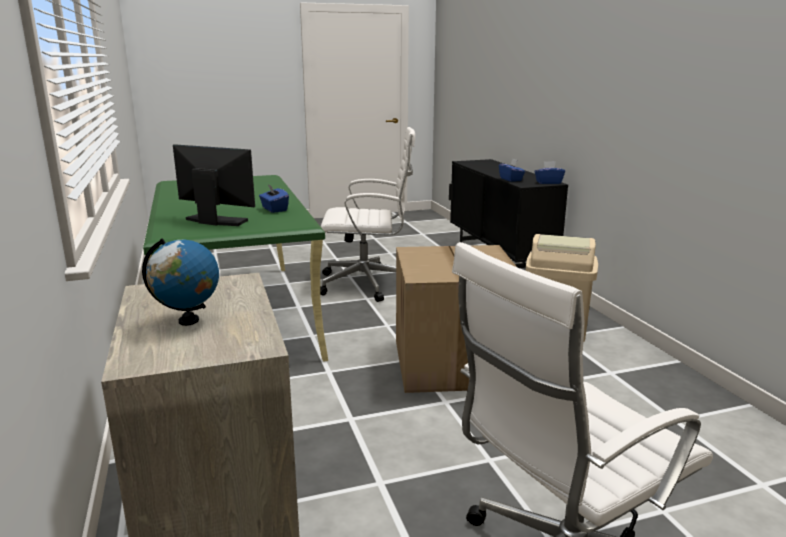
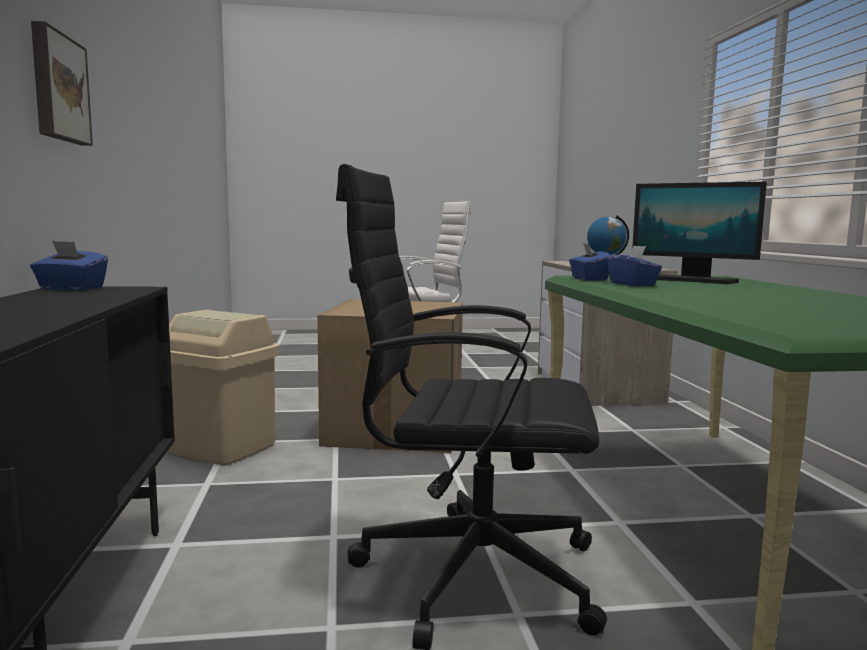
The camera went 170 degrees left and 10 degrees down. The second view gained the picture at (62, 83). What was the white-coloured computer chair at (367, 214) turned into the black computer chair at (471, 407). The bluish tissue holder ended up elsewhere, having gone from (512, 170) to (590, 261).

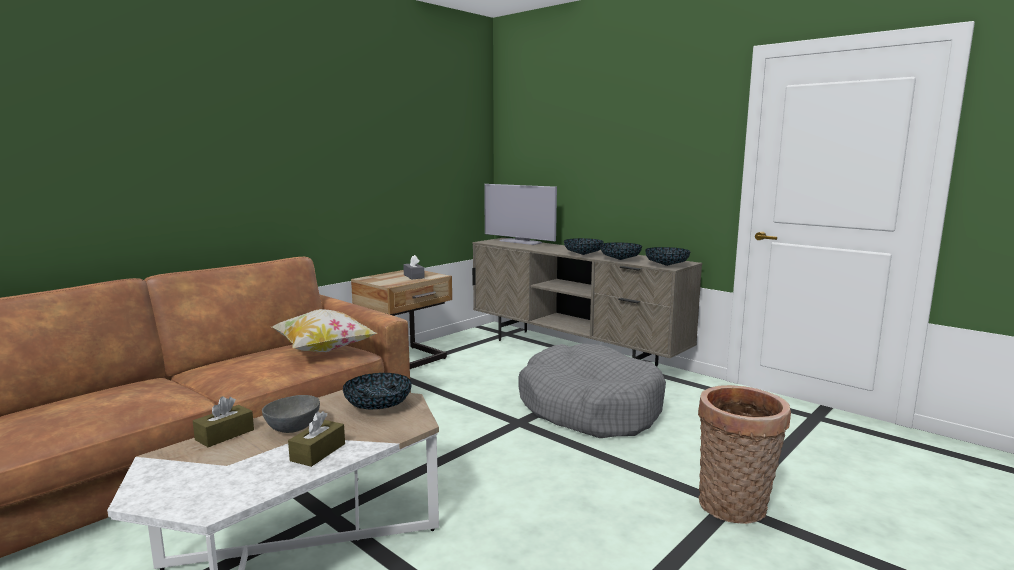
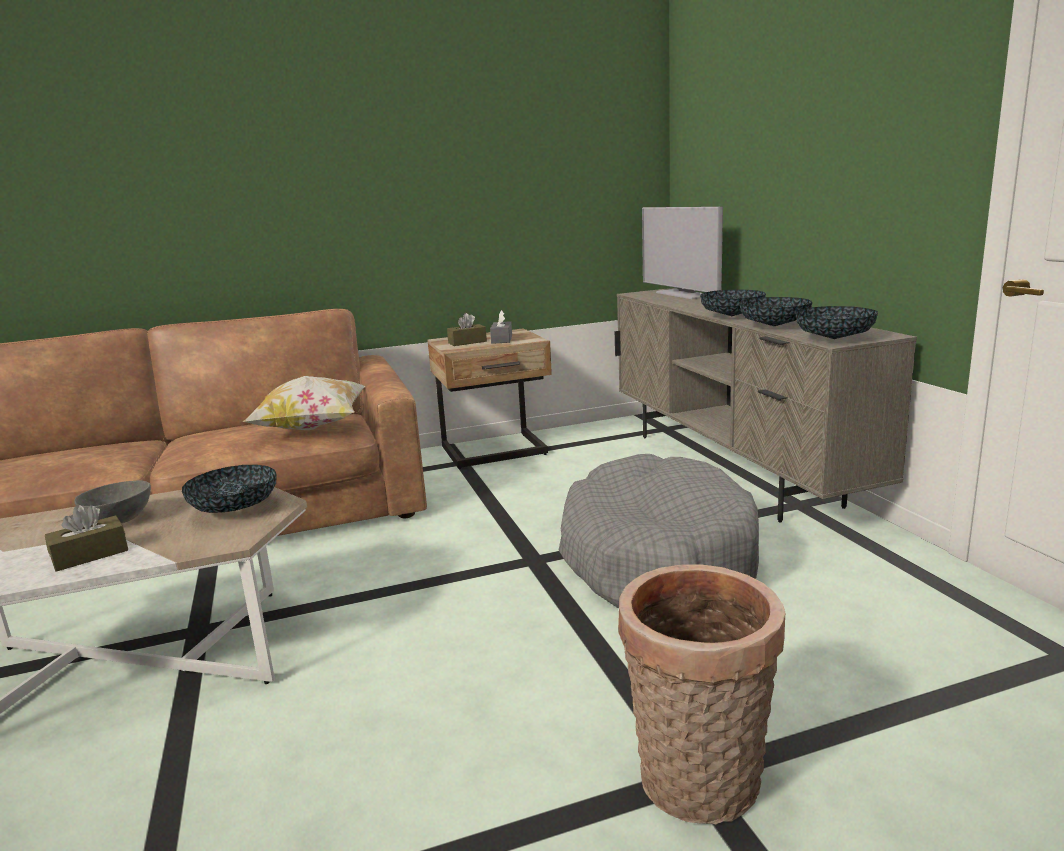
The camera went 30 degrees right and 5 degrees up. The brown tissue holder ended up elsewhere, having gone from (223, 421) to (467, 329).

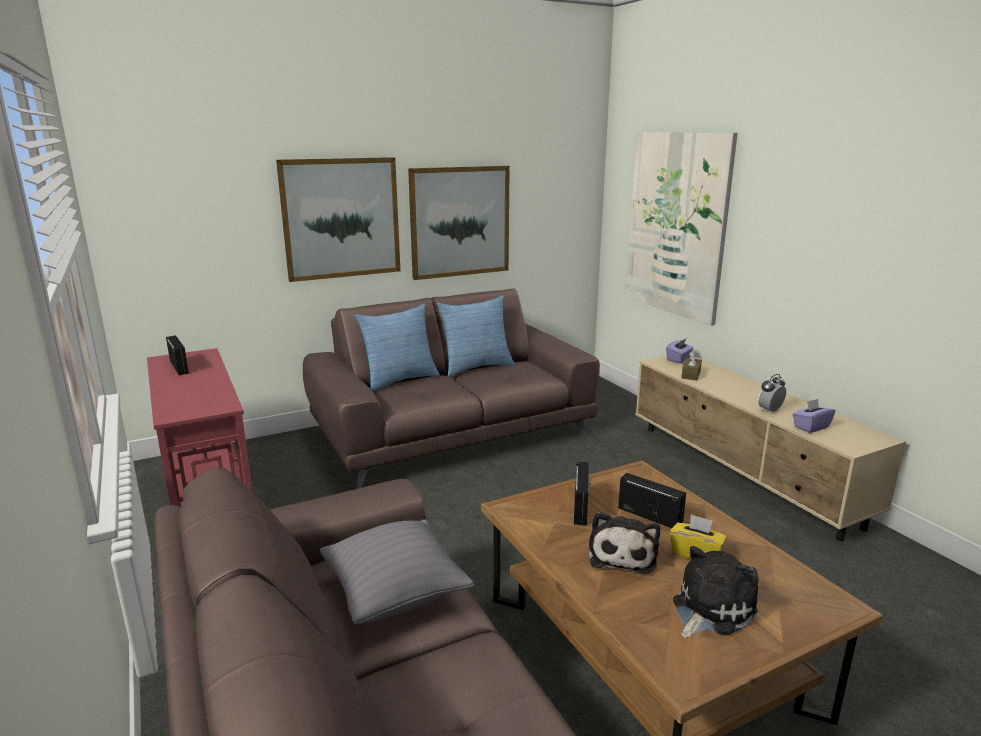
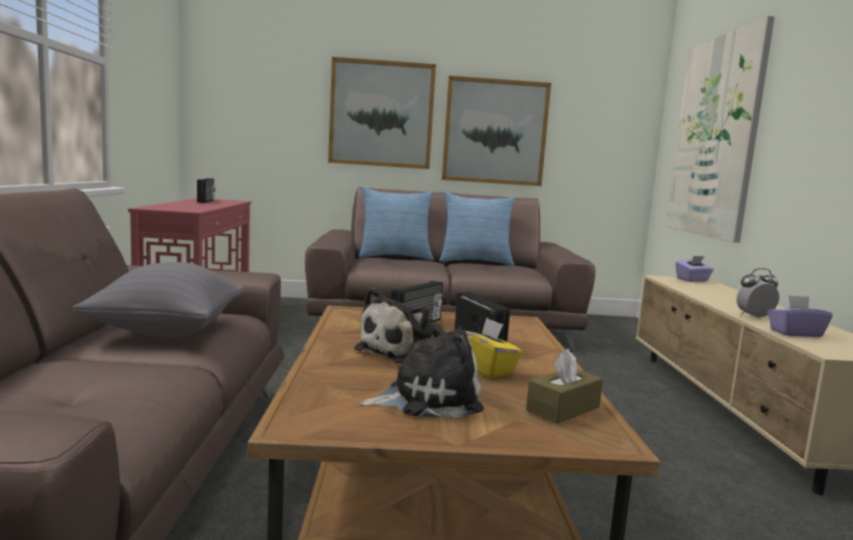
The camera went 25 degrees right and 10 degrees down. The brown tissue holder ended up elsewhere, having gone from (691, 365) to (564, 386).

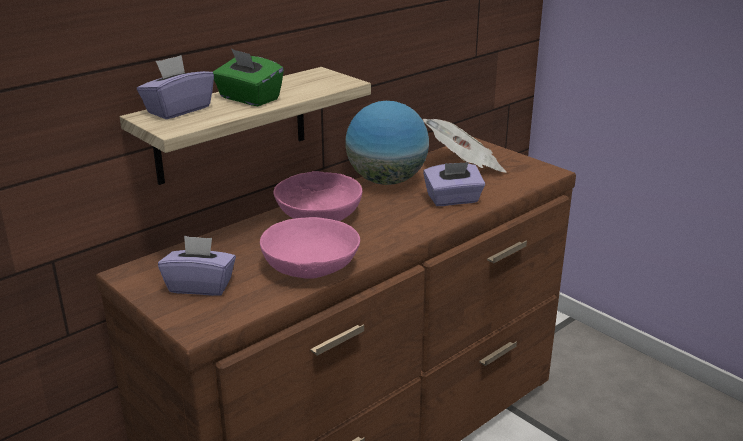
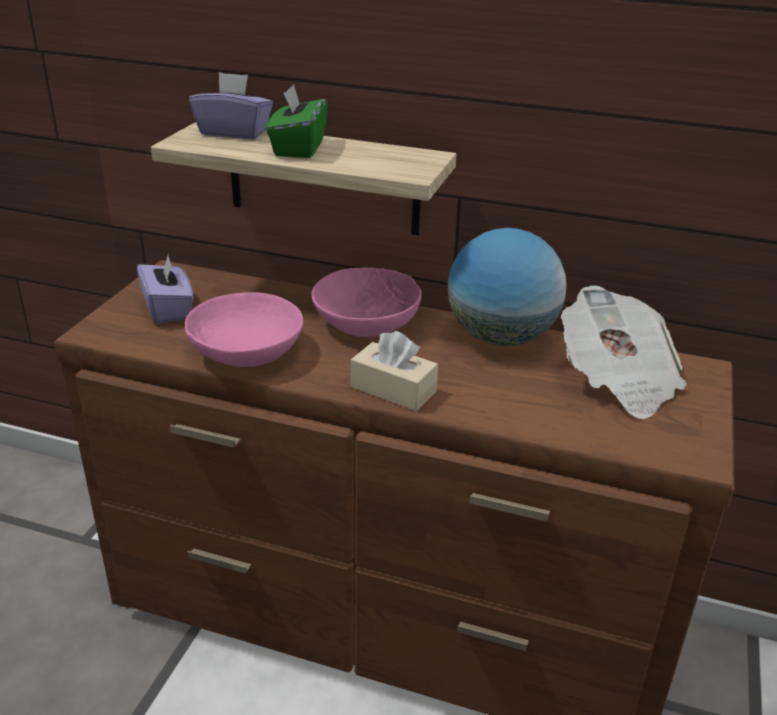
The camera went 60 degrees right and 5 degrees up. The second view gained the sand-coloured tissue holder at (394, 371). The second view lost the purplish tissue holder at (454, 184).

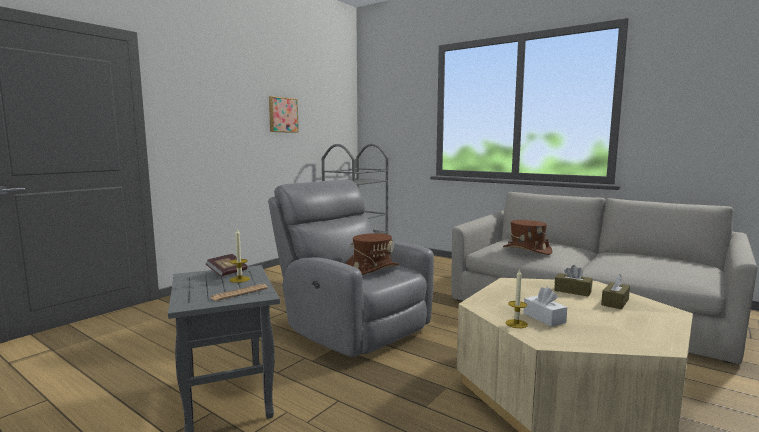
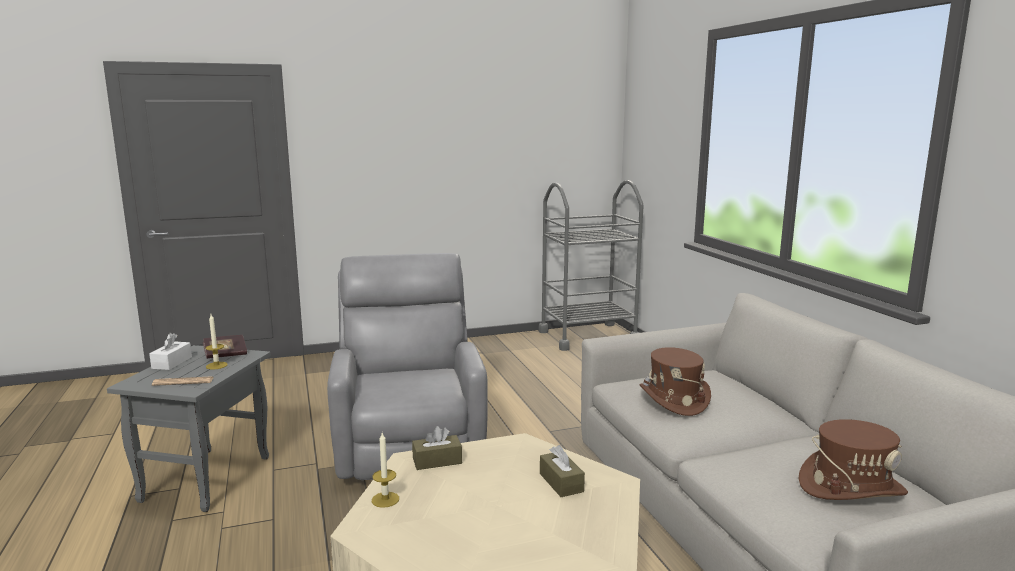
The camera went 35 degrees right and 5 degrees up. The white-coloured tissue holder ended up elsewhere, having gone from (545, 307) to (170, 351). The brown tissue holder ended up elsewhere, having gone from (615, 291) to (437, 448). The brown clothing hat ended up elsewhere, having gone from (372, 254) to (853, 459). The second view lost the picture at (284, 114).

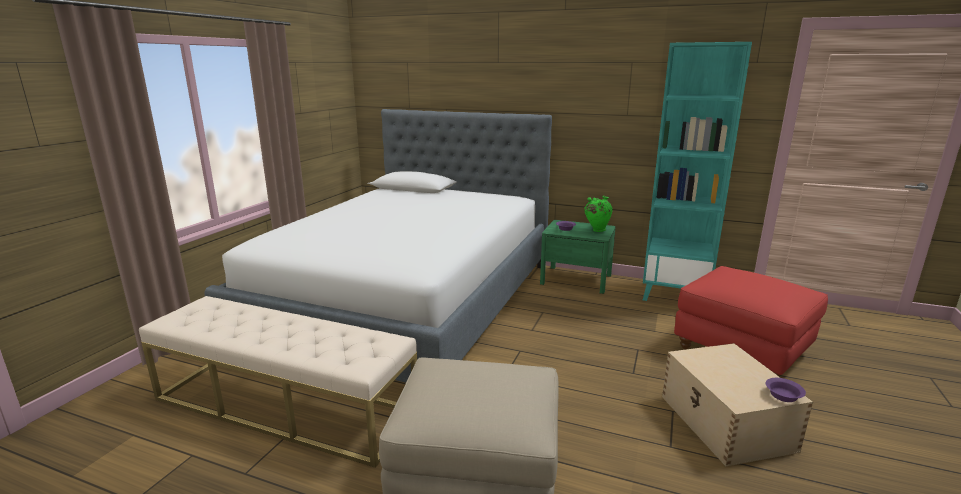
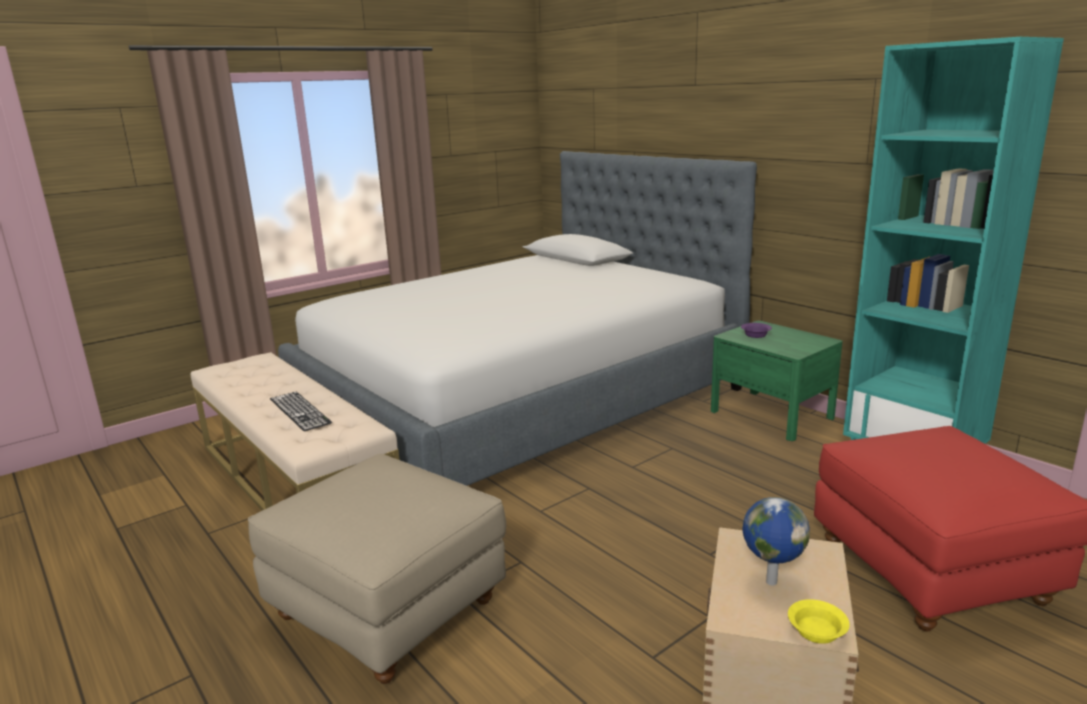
The camera went 30 degrees right and 0 degrees up. The second view gained the keyboard at (301, 411). The second view gained the desk globe at (776, 541). What was the purplish bowl at (786, 390) turned into the yellow-coloured bowl at (819, 621). The second view lost the greenish decorative vase at (598, 214).

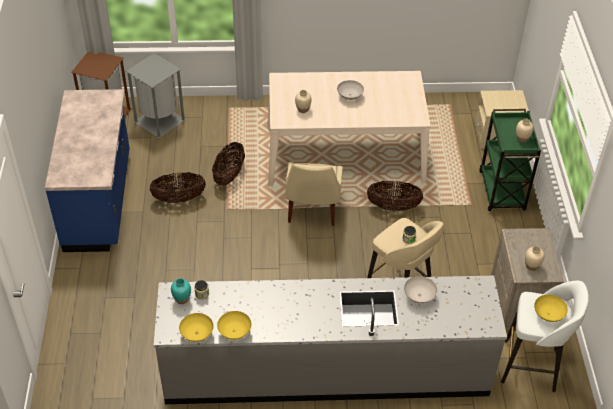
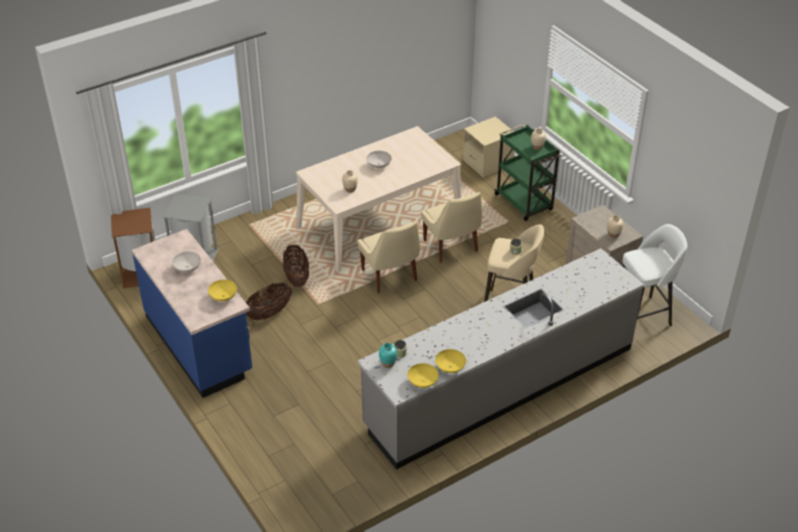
The camera went 30 degrees left and 5 degrees down. The white-coloured bowl ended up elsewhere, having gone from (420, 289) to (186, 262). The yellow-coloured bowl ended up elsewhere, having gone from (551, 308) to (222, 290). Where the basket stood at (395, 196), the sand-coloured chair came to stand at (451, 227).

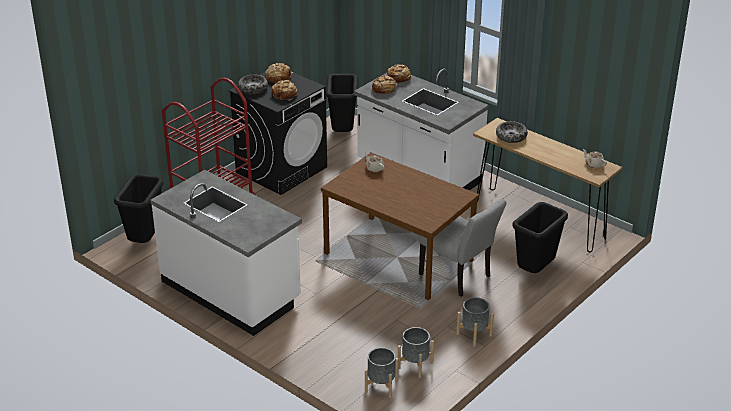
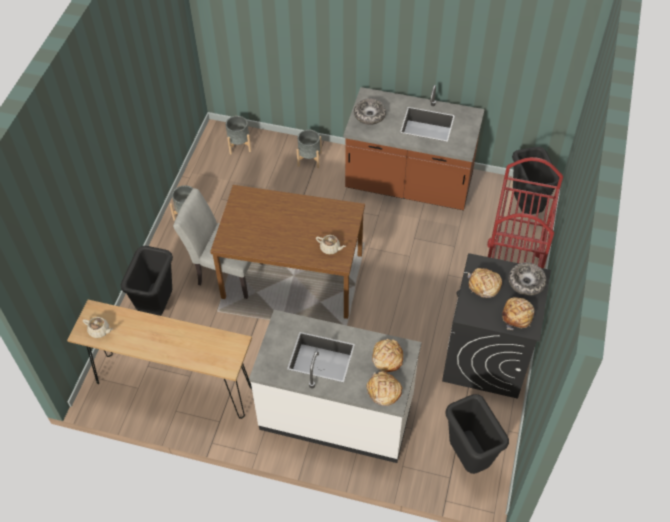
The camera went 155 degrees right and 20 degrees up. The gray flower pot ended up elsewhere, having gone from (416, 352) to (309, 149). What was the white-coloured counter at (226, 253) turned into the brown counter at (414, 148). The bowl ended up elsewhere, having gone from (512, 132) to (370, 111).

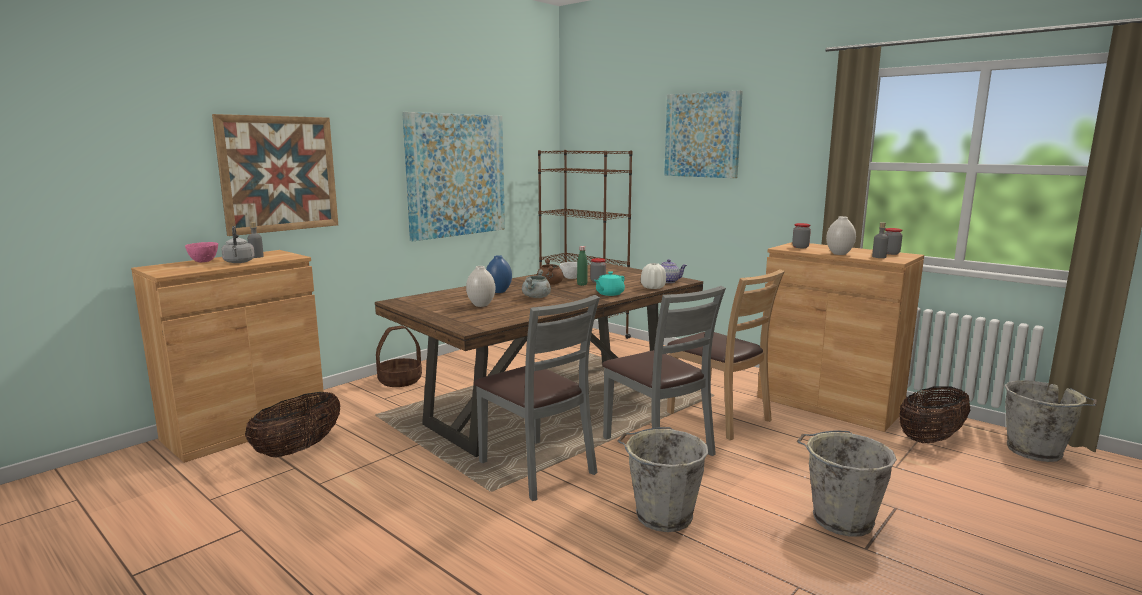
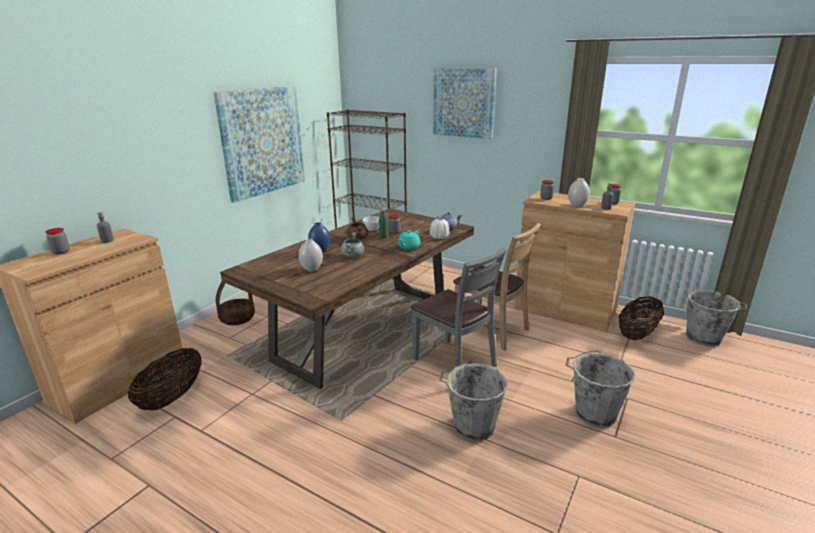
The camera went 10 degrees left and 10 degrees up. Where the pink bowl stood at (201, 252), the storage jar came to stand at (57, 241). The second view lost the picture at (275, 175). The second view lost the gray tea kettle at (238, 244). The second view lost the gray chair at (537, 398).

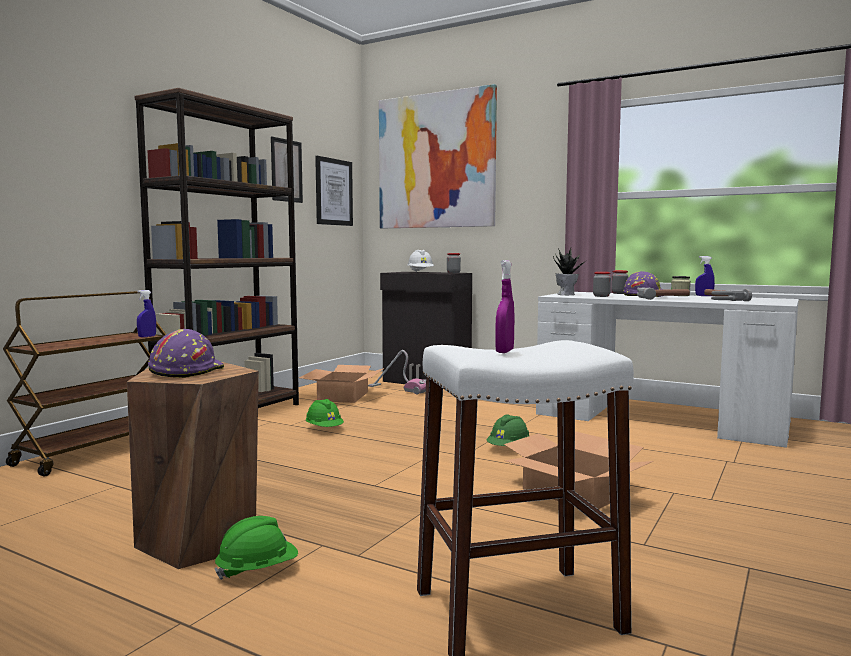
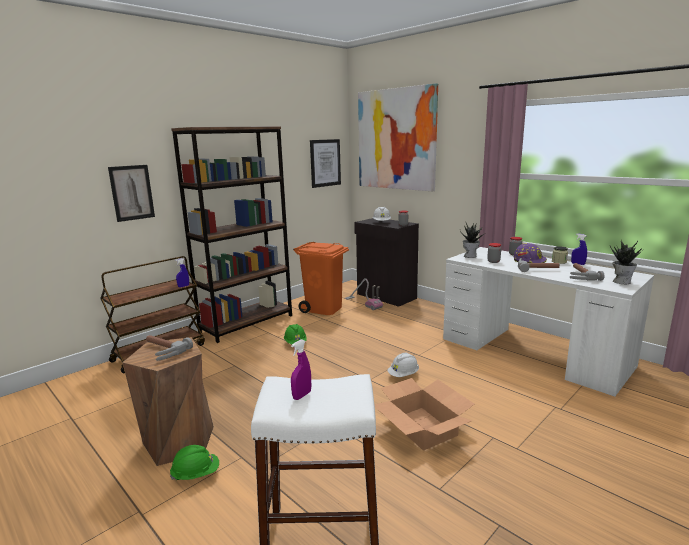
The camera went 15 degrees right and 10 degrees up. The picture ended up elsewhere, having gone from (287, 170) to (131, 193). Where the purplish safety helmet stood at (186, 353), the hand hammer came to stand at (169, 348). Where the carton stood at (341, 384), the orange waste bin came to stand at (321, 278). What was the greenish safety helmet at (507, 430) turned into the white-coloured safety helmet at (403, 365). The second view gained the houseplant at (626, 262).

